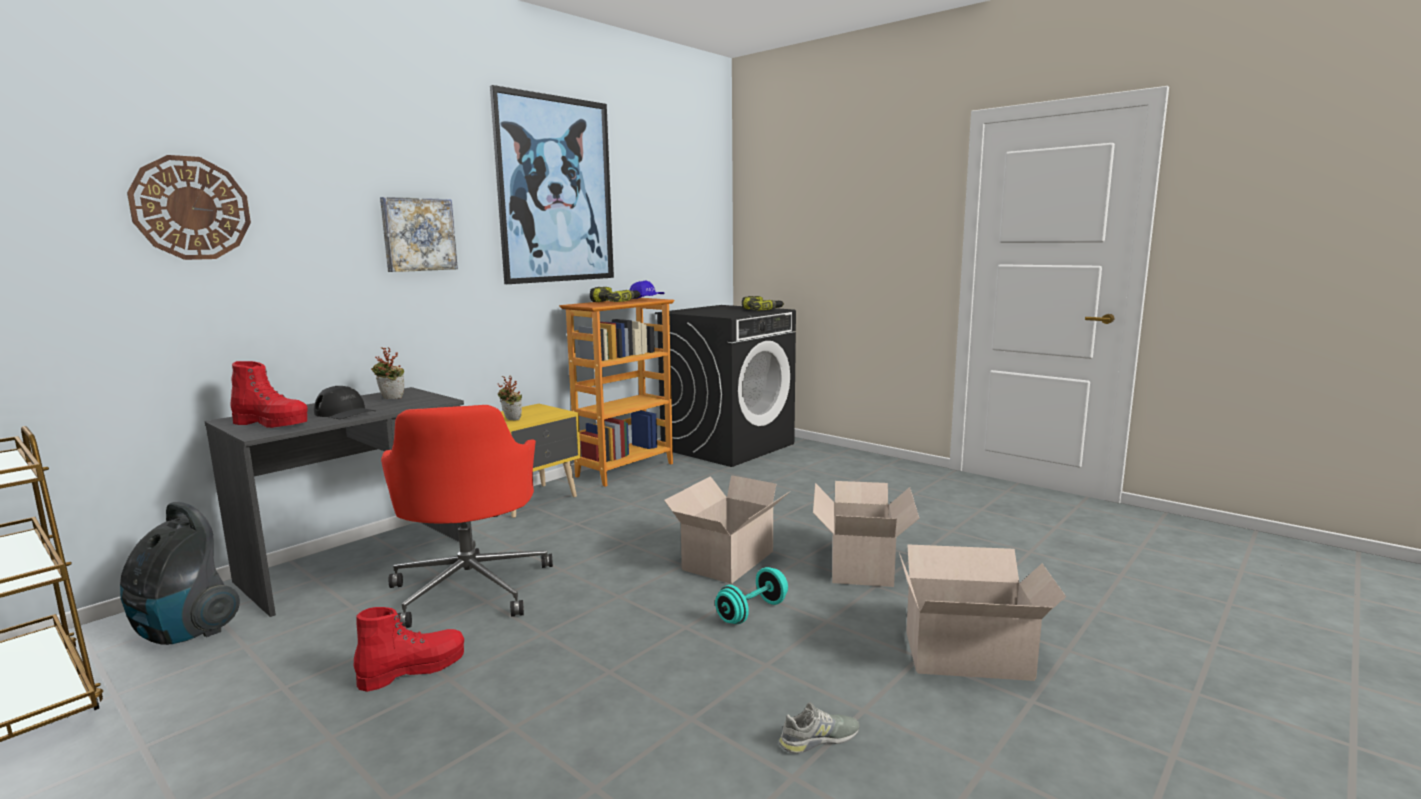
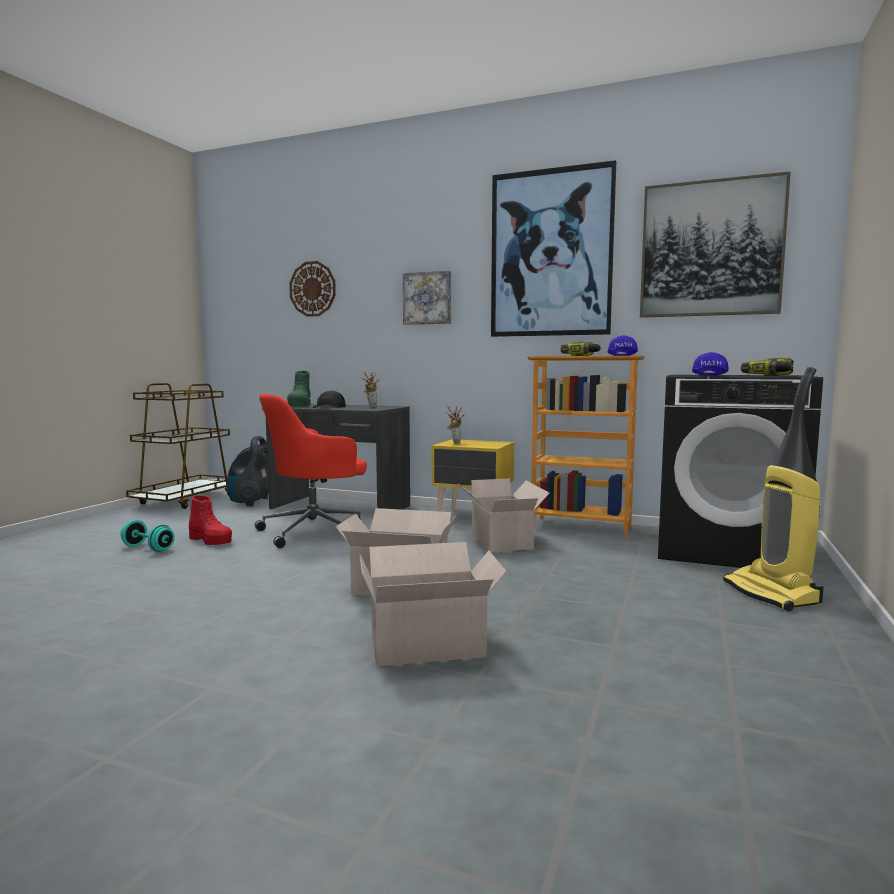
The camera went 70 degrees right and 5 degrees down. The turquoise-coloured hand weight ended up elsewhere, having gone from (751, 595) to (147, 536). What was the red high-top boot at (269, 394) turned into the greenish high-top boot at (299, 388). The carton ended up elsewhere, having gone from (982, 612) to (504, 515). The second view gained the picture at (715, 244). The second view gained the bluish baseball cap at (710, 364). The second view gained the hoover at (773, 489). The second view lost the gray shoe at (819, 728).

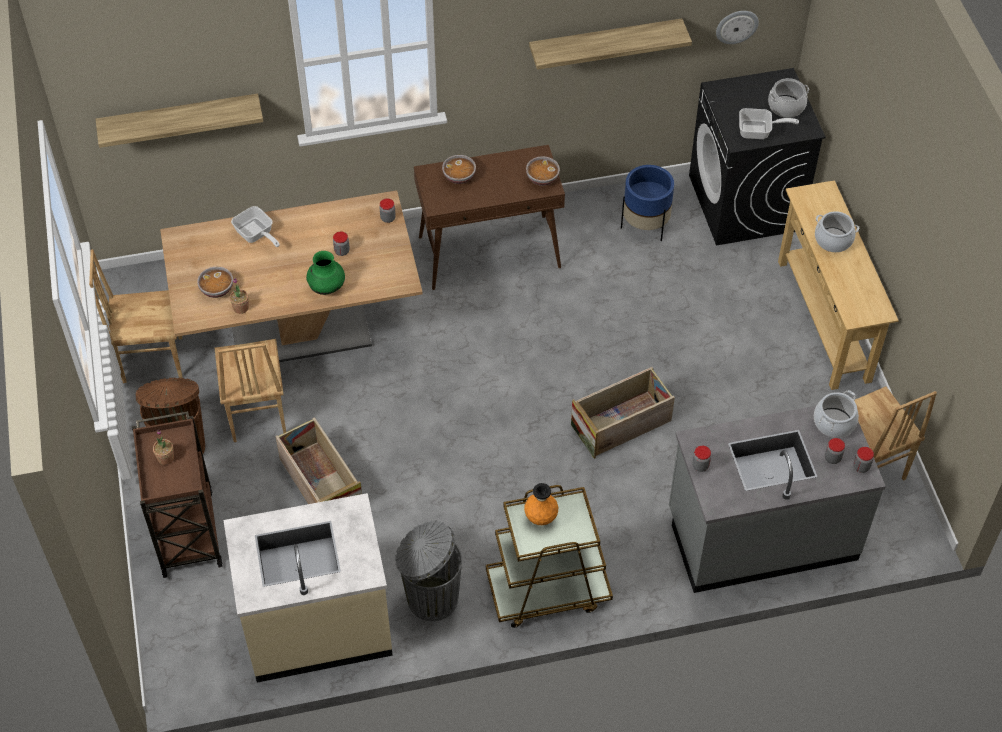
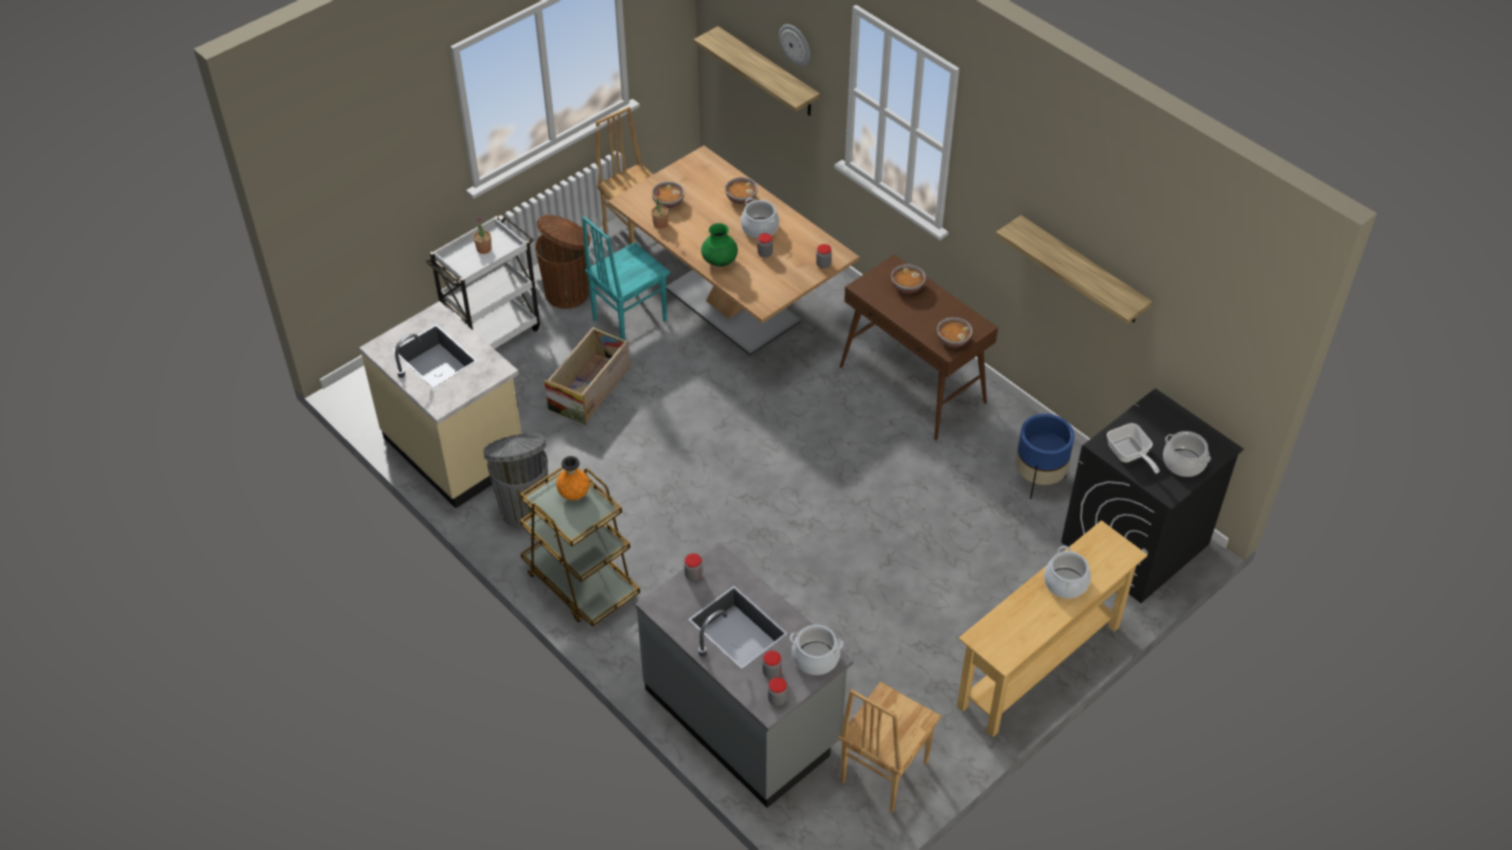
The camera went 60 degrees right and 5 degrees down. What was the brown trolley at (177, 494) turned into the white-coloured trolley at (483, 282). What was the brown chair at (250, 390) turned into the turquoise-coloured chair at (626, 278). Where the pan stood at (255, 226), the bowl came to stand at (741, 190). The second view gained the cooking pot at (760, 218). The hanging clock ended up elsewhere, having gone from (737, 27) to (794, 45). The second view lost the packing crate at (623, 413).

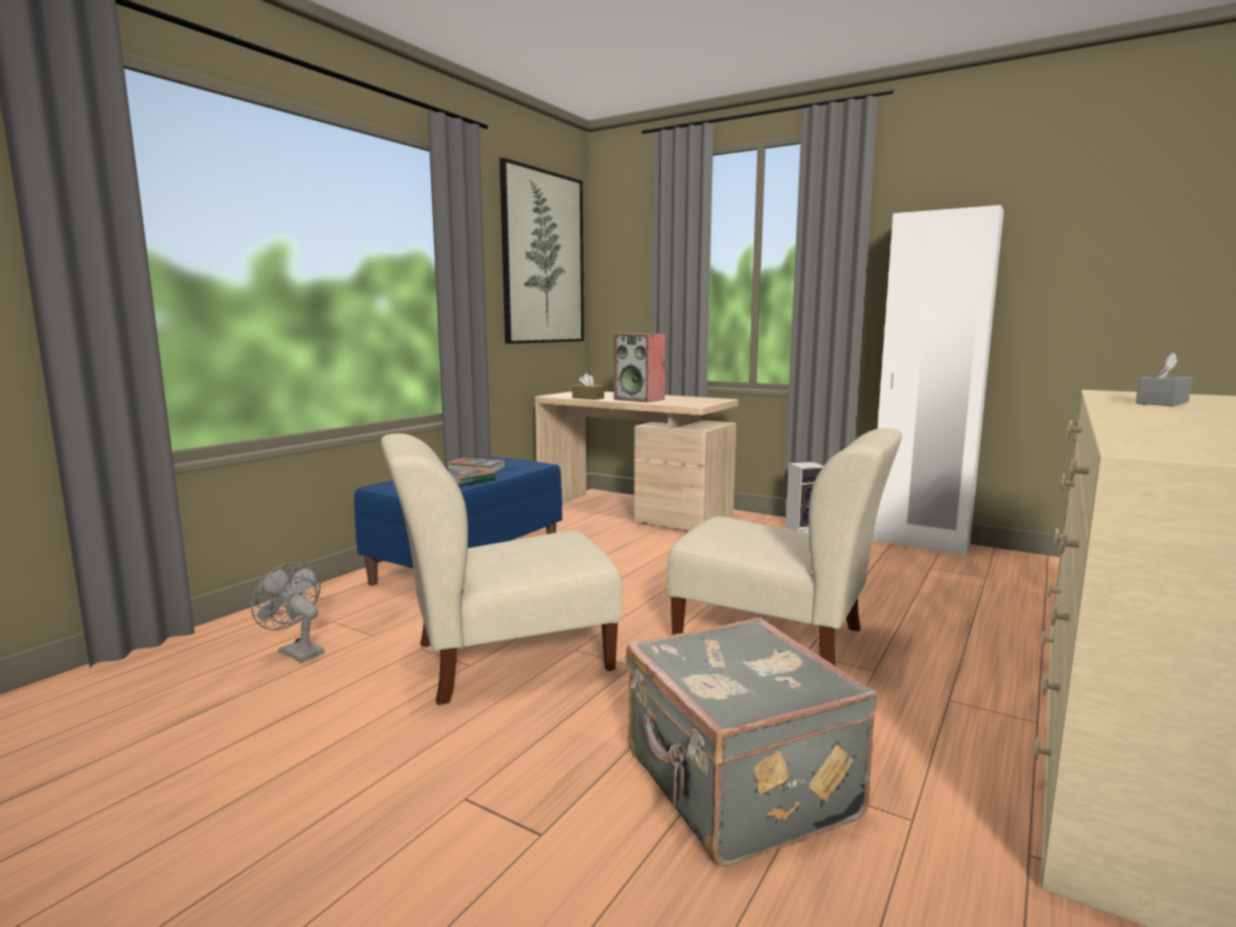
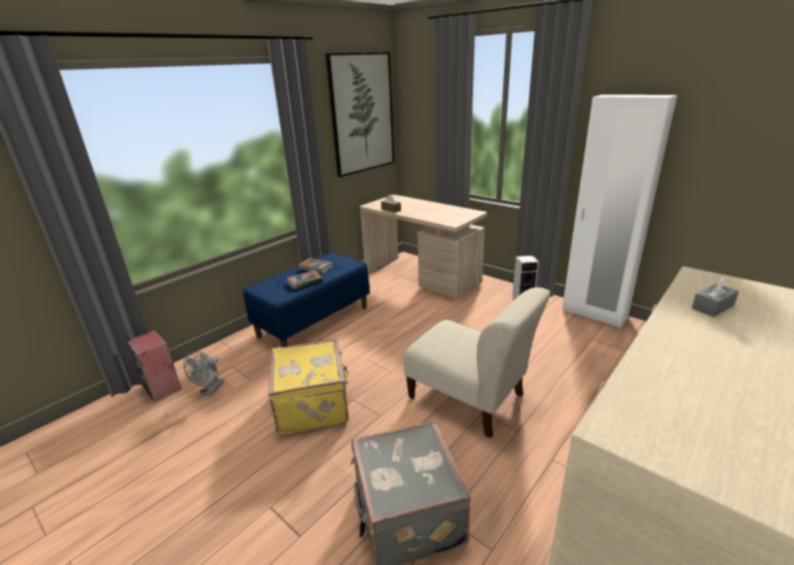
The camera went 10 degrees right and 15 degrees up. The speaker ended up elsewhere, having gone from (640, 368) to (154, 366). The gray electric fan at (287, 612) ended up facing another way, 120 degrees counterclockwise from before. Where the sand-coloured chair stood at (501, 569), the yellow-coloured suitcase came to stand at (308, 387).

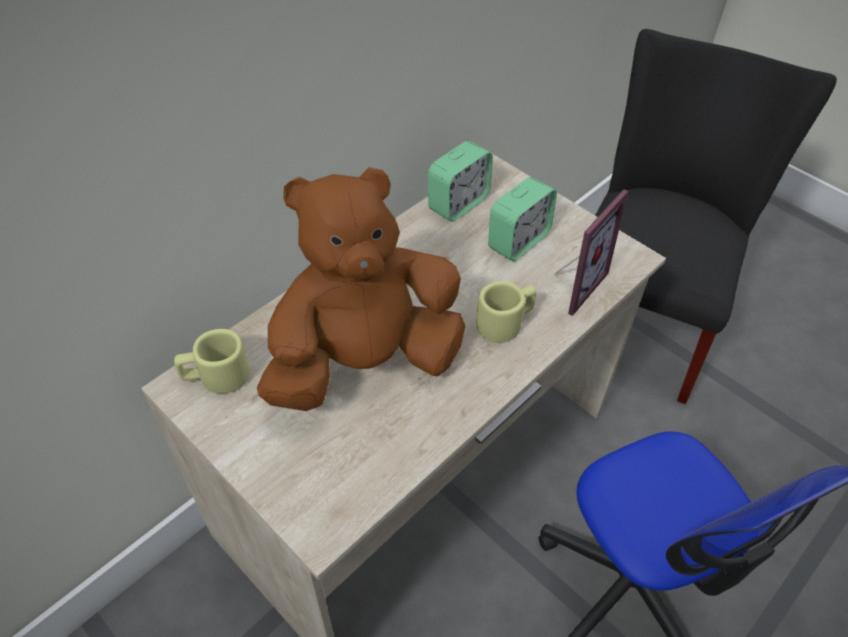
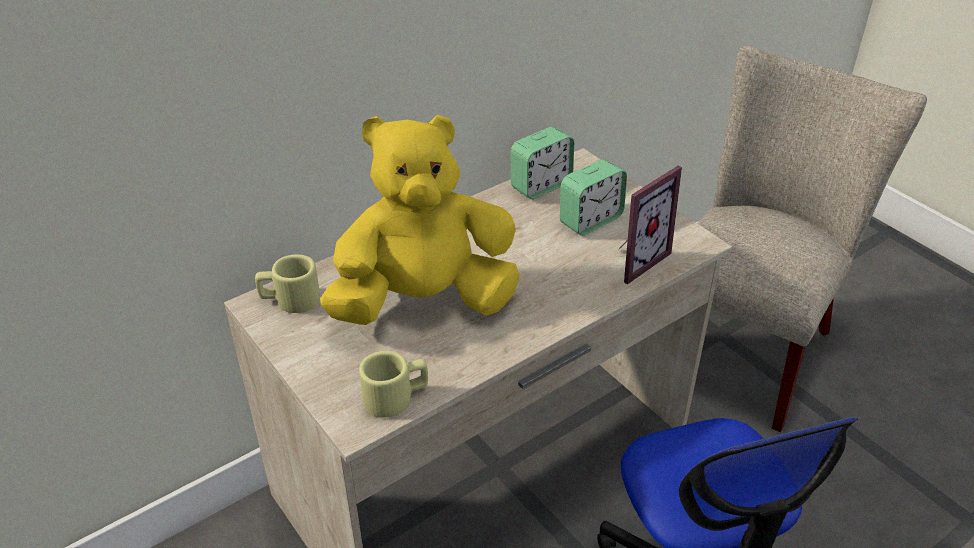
The camera went 10 degrees right and 10 degrees down. What was the brown plush toy at (361, 289) turned into the yellow-coloured plush toy at (420, 220). The sand-coloured tea mug ended up elsewhere, having gone from (506, 312) to (393, 384). What was the black chair at (716, 216) turned into the sand-coloured chair at (812, 239).

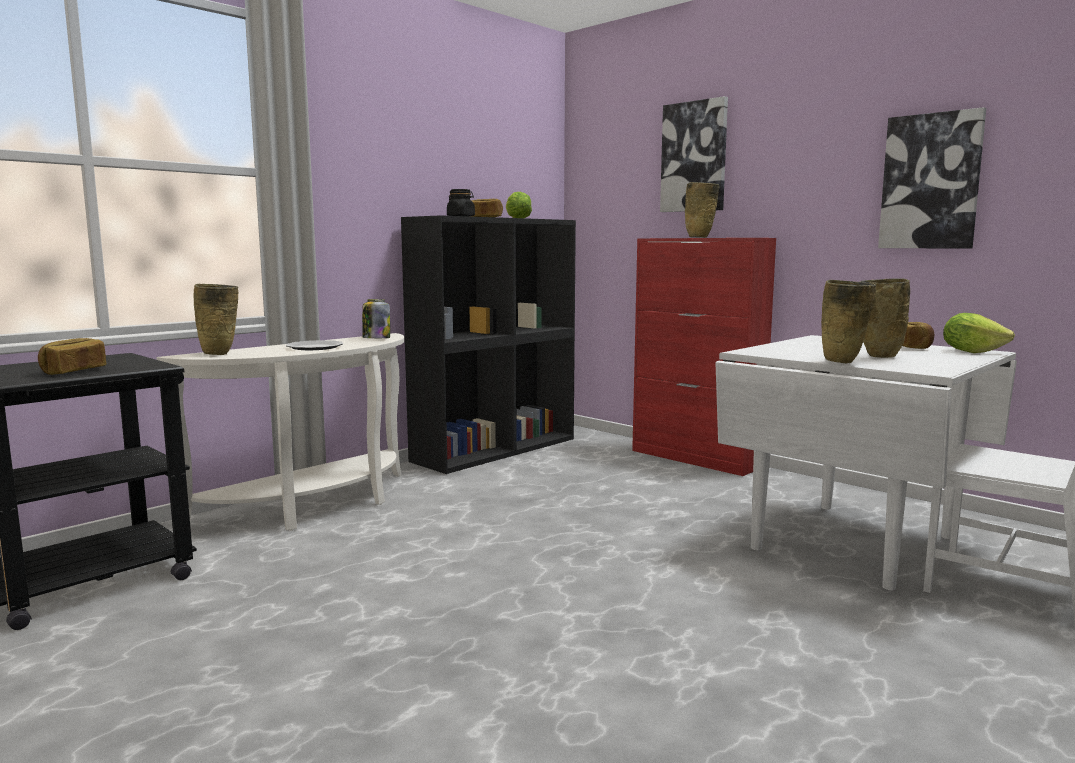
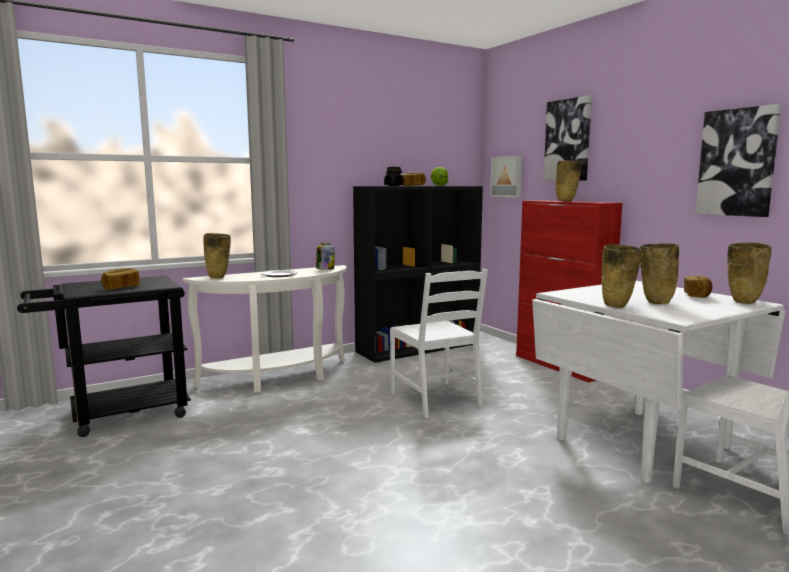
The camera went 15 degrees right and 0 degrees up. The second view gained the white-coloured chair at (439, 343). The second view gained the picture at (506, 176). Where the head of lettuce stood at (979, 333), the sand-coloured decorative vase came to stand at (749, 273).

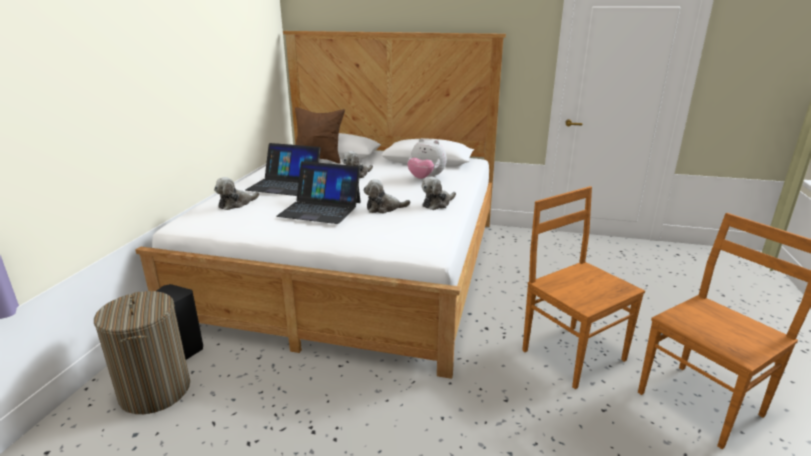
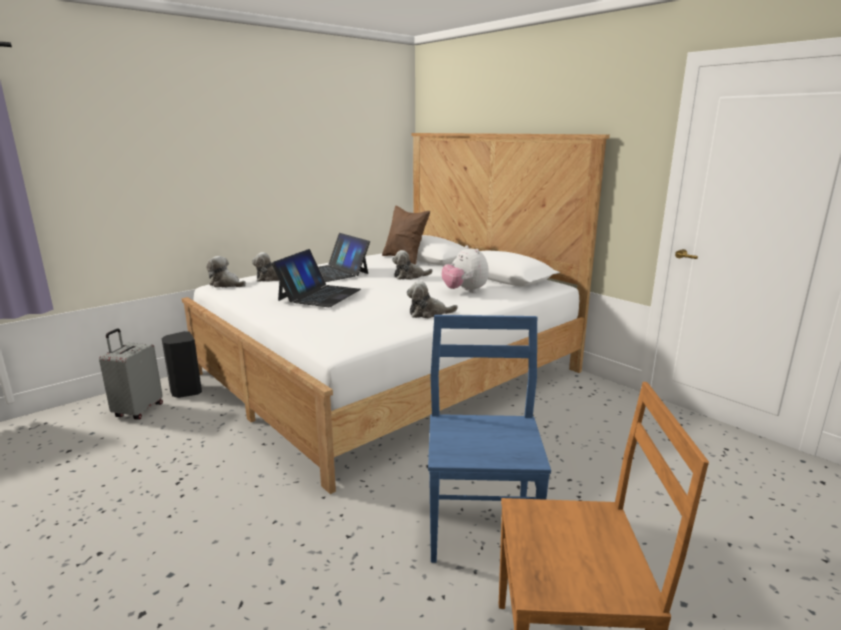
The camera went 35 degrees right and 5 degrees down. Where the laundry basket stood at (142, 352), the gray suitcase came to stand at (131, 374). The plush toy ended up elsewhere, having gone from (386, 196) to (226, 272). The portable computer at (318, 192) ended up facing another way, 120 degrees counterclockwise from before. What was the brown chair at (583, 287) turned into the bluish chair at (489, 439).

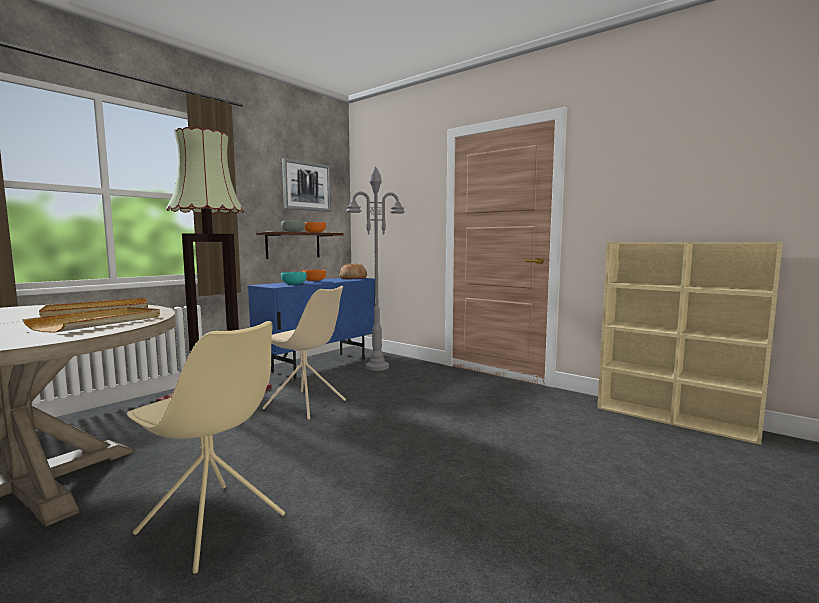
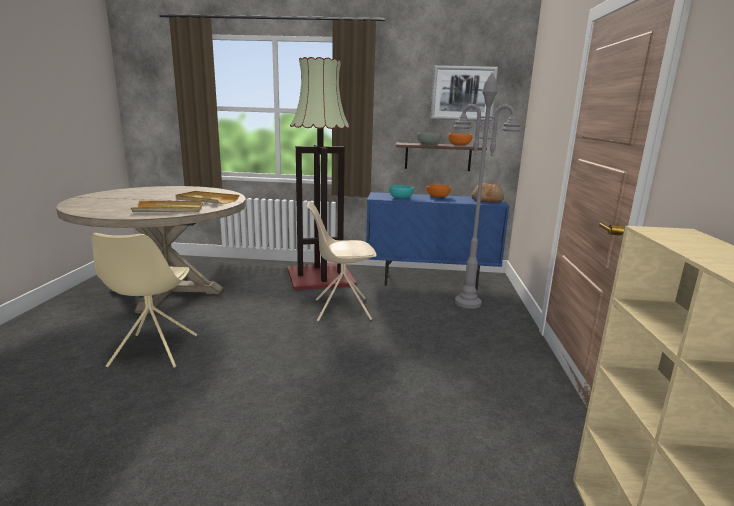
The camera went 55 degrees right and 10 degrees up. The sand-coloured chair at (304, 353) ended up facing another way, 90 degrees clockwise from before.

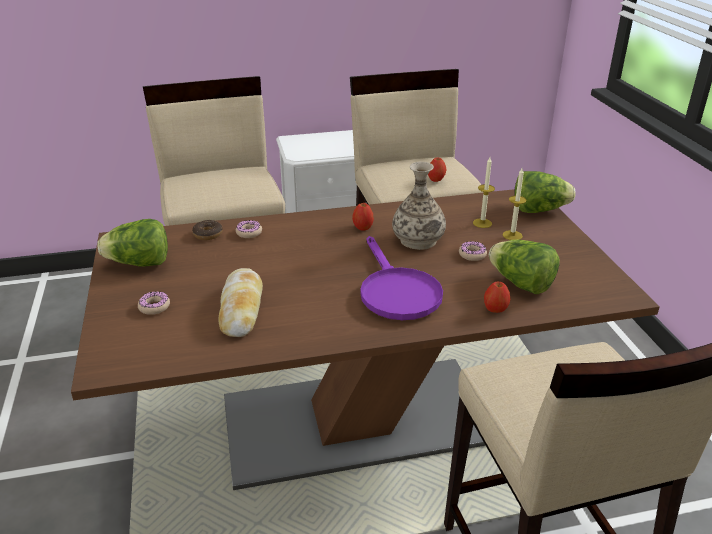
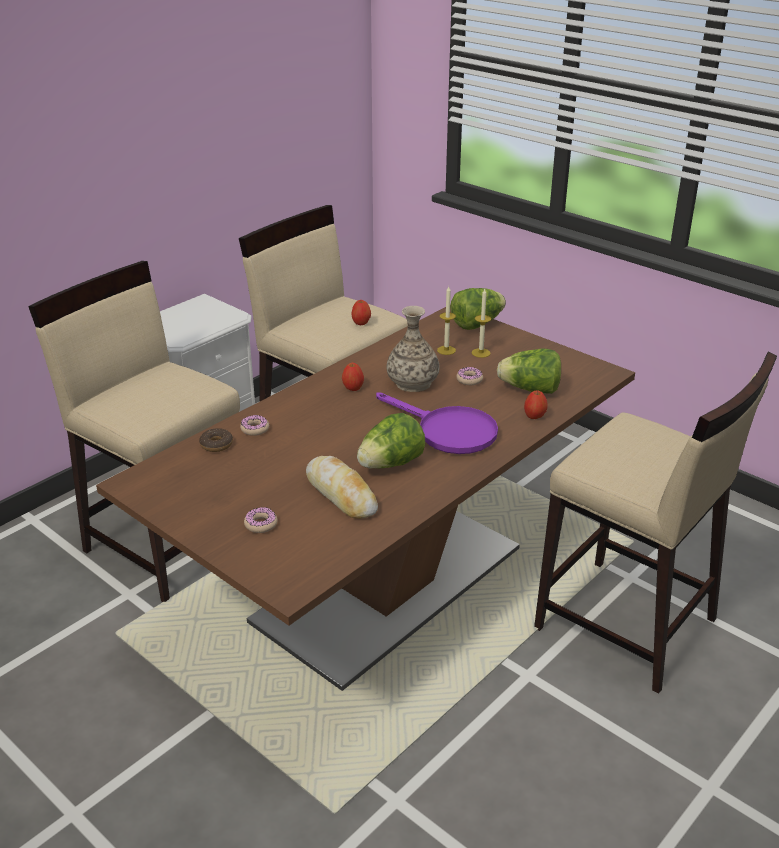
The camera went 35 degrees left and 0 degrees up. The head of lettuce ended up elsewhere, having gone from (133, 243) to (391, 441).

